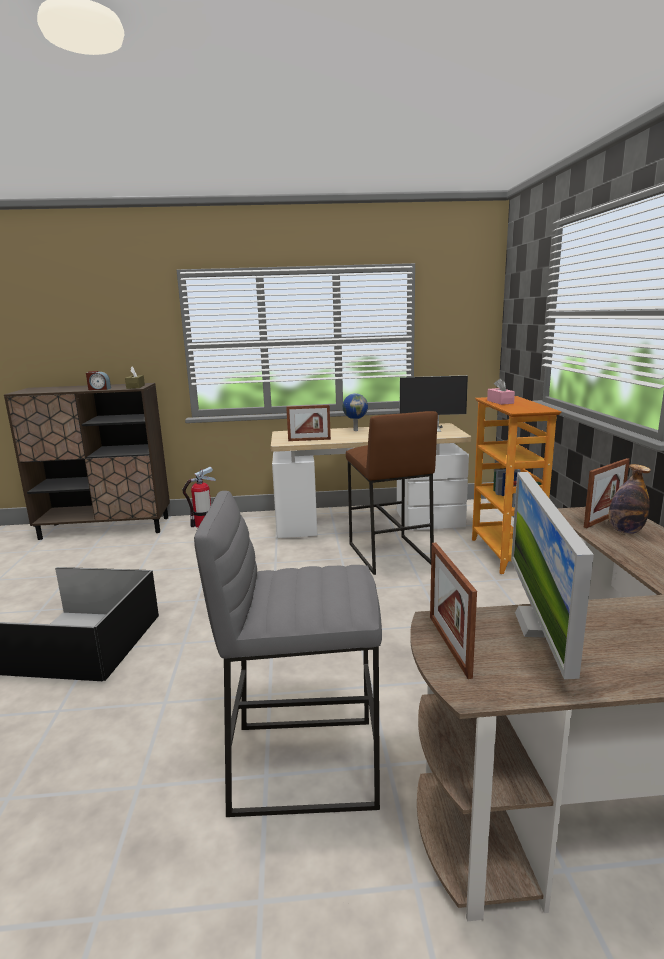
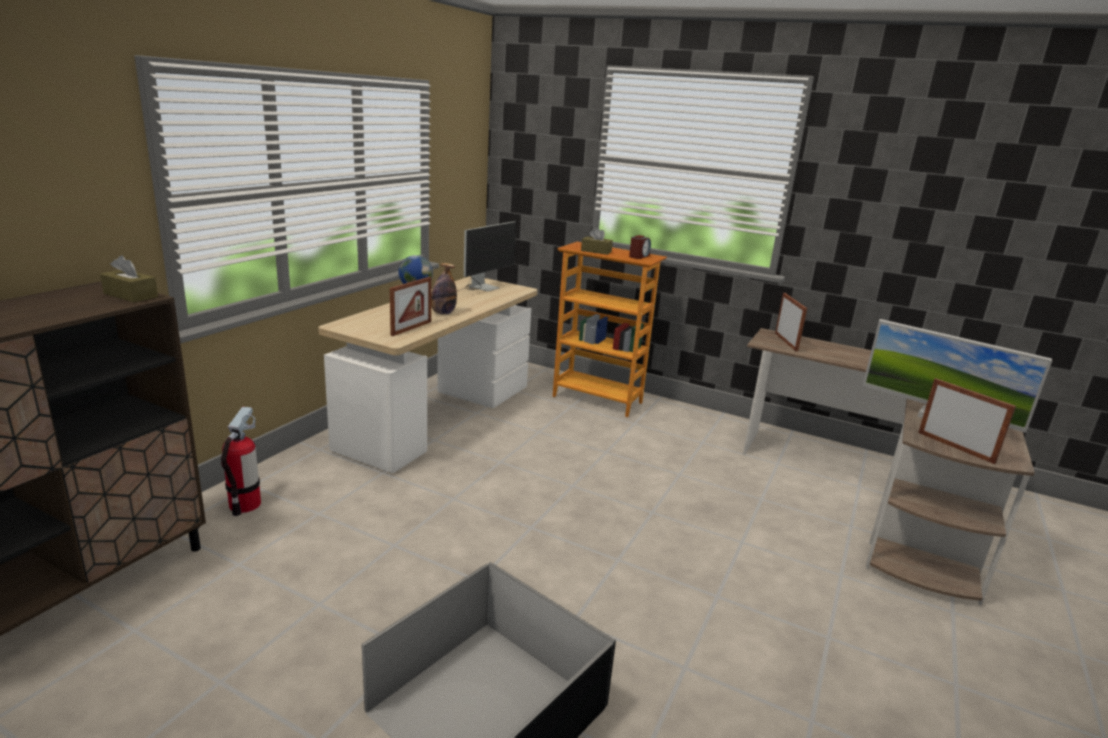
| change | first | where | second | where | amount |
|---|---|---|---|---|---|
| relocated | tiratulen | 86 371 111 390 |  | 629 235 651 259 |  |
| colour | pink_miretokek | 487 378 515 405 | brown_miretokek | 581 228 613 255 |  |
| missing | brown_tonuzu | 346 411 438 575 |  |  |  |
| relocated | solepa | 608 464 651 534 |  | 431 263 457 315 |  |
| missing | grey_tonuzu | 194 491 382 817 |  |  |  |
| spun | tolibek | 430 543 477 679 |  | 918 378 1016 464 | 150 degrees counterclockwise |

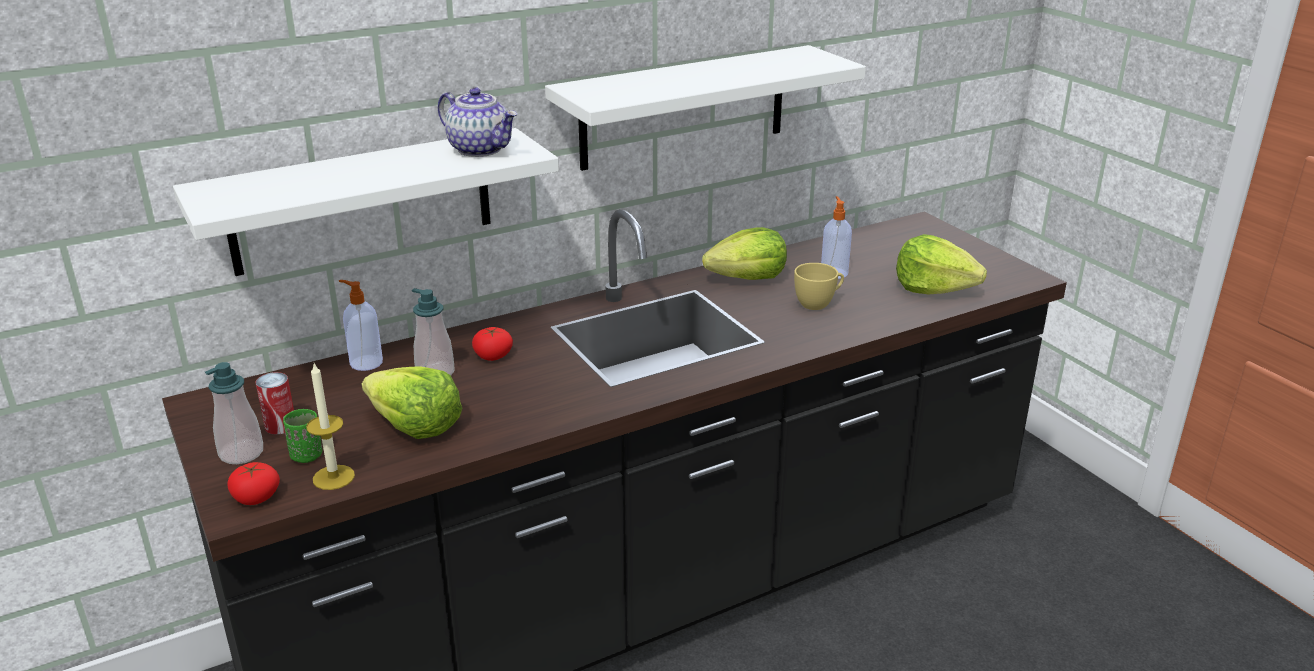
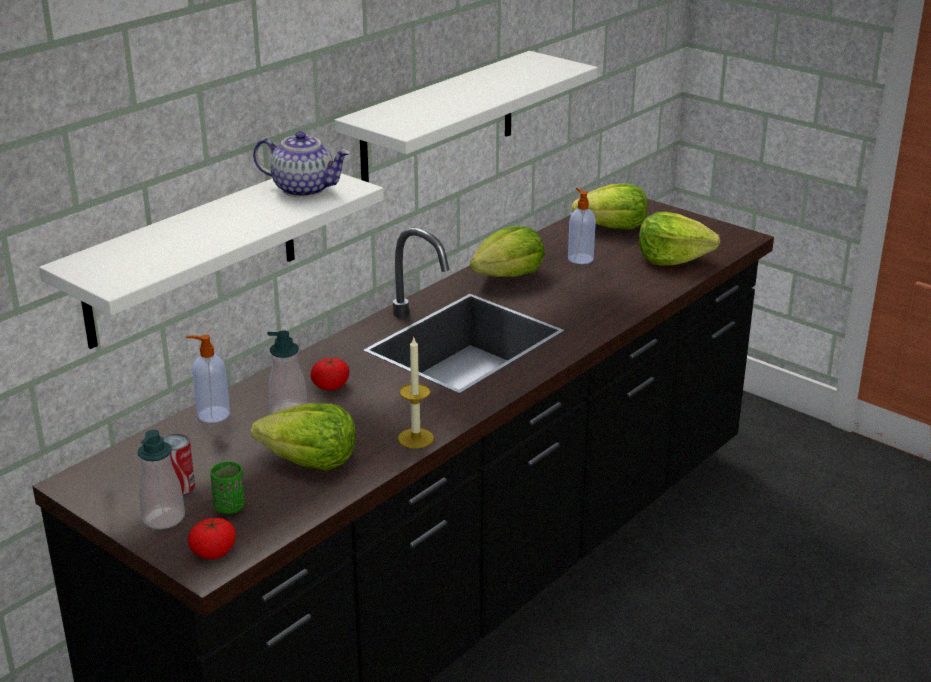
| change | first | where | second | where | amount |
|---|---|---|---|---|---|
| missing | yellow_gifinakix | 794 263 844 310 |  |  |  |
| relocated | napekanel | 306 363 355 490 |  | 398 338 434 449 |  |
| appeared |  |  | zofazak | 571 183 648 229 |  |

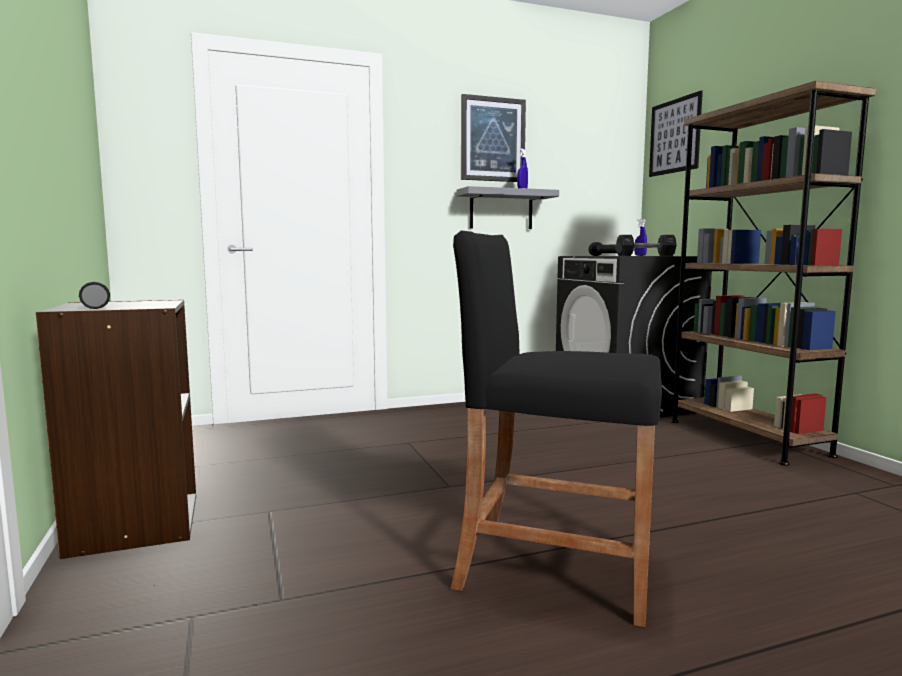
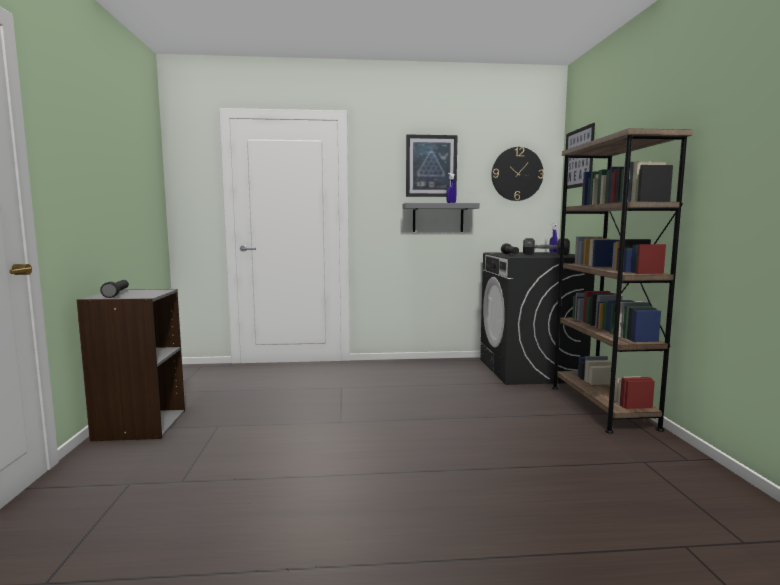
| change | first | where | second | where | amount |
|---|---|---|---|---|---|
| missing | black_tonuzu | 451 230 662 627 |  |  |  |
| appeared |  |  | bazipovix | 491 147 544 201 |  |

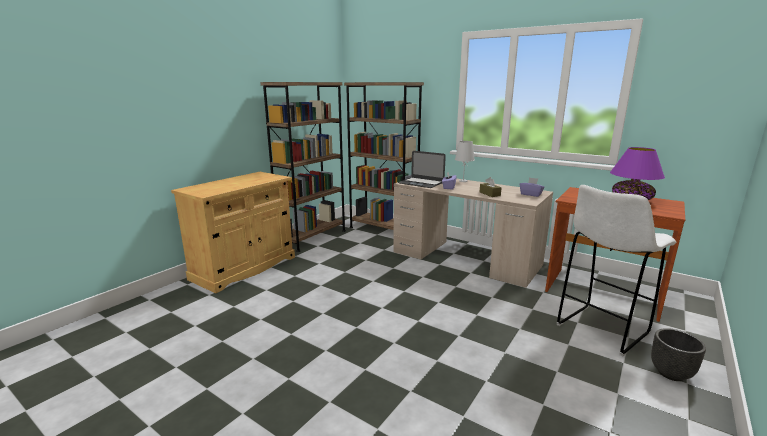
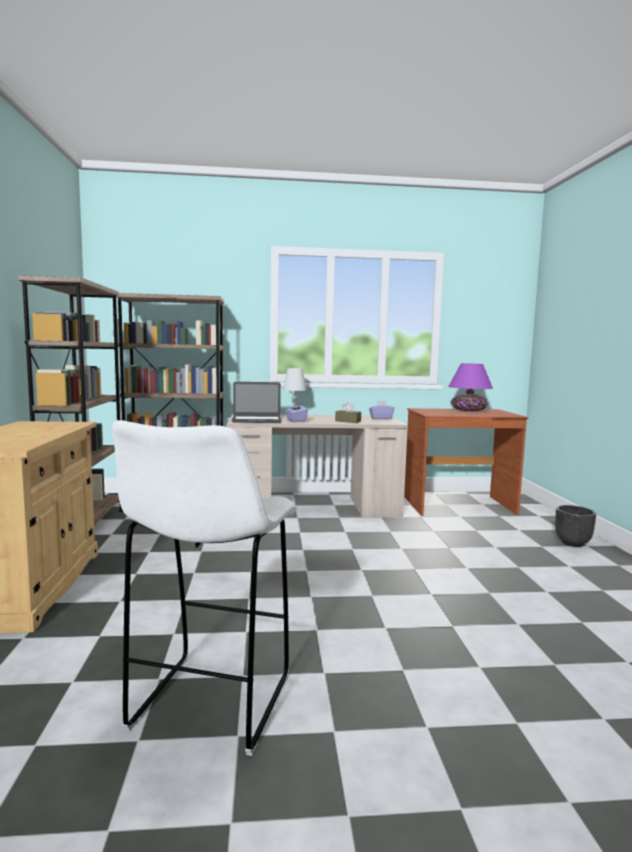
| change | first | where | second | where | amount |
|---|---|---|---|---|---|
| relocated | white_tonuzu | 557 185 676 357 |  | 112 420 297 756 |  |

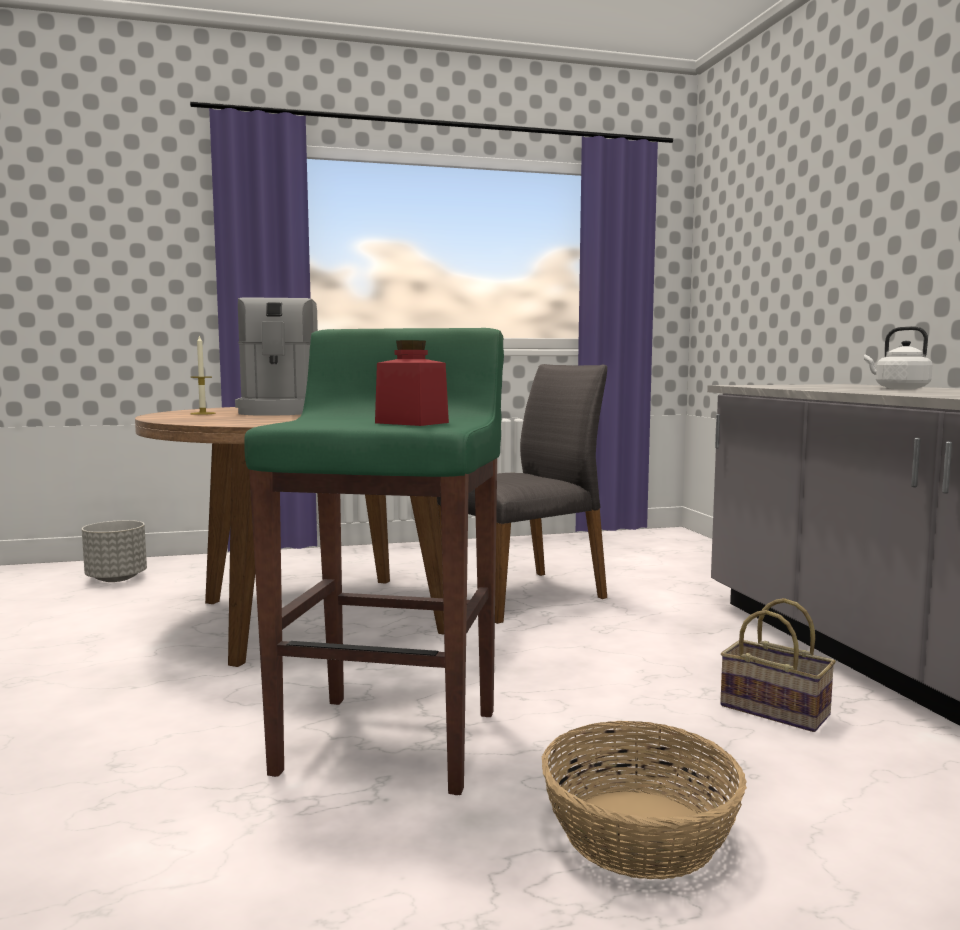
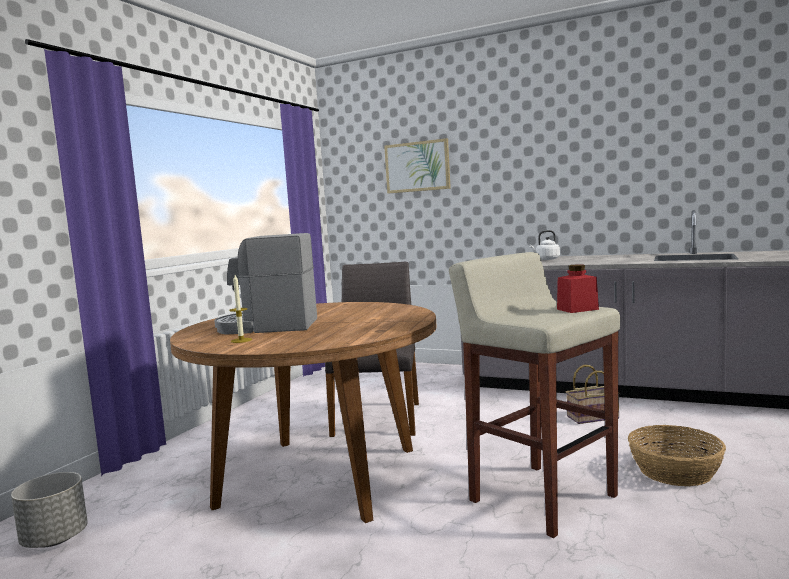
| change | first | where | second | where | amount |
|---|---|---|---|---|---|
| spun | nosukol | 235 297 318 416 |  | 214 233 317 335 | 150 degrees clockwise |
| colour | green_tonuzu | 244 328 504 795 | beige_tonuzu | 449 252 620 538 |  |
| appeared |  |  | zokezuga | 384 138 451 193 |  |

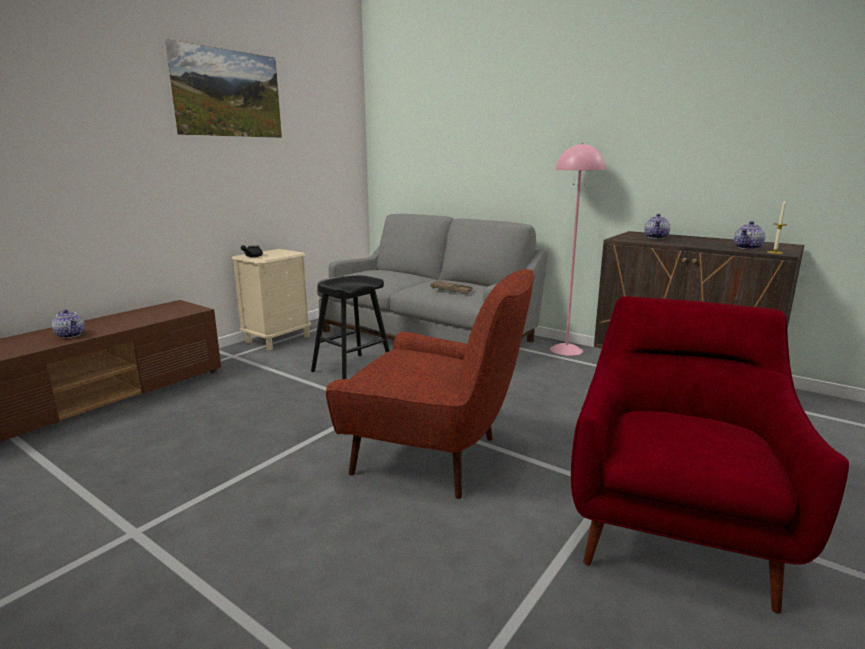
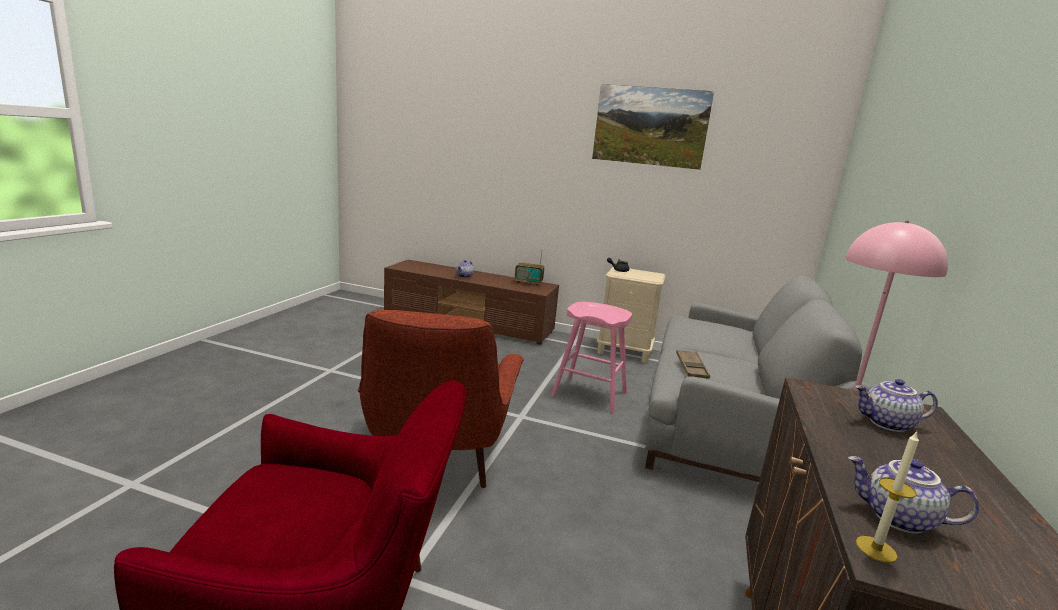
| change | first | where | second | where | amount |
|---|---|---|---|---|---|
| colour | black_tonuzu | 311 276 390 379 | pink_tonuzu | 551 302 632 413 |  |
| appeared |  |  | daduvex | 515 250 544 287 |  |

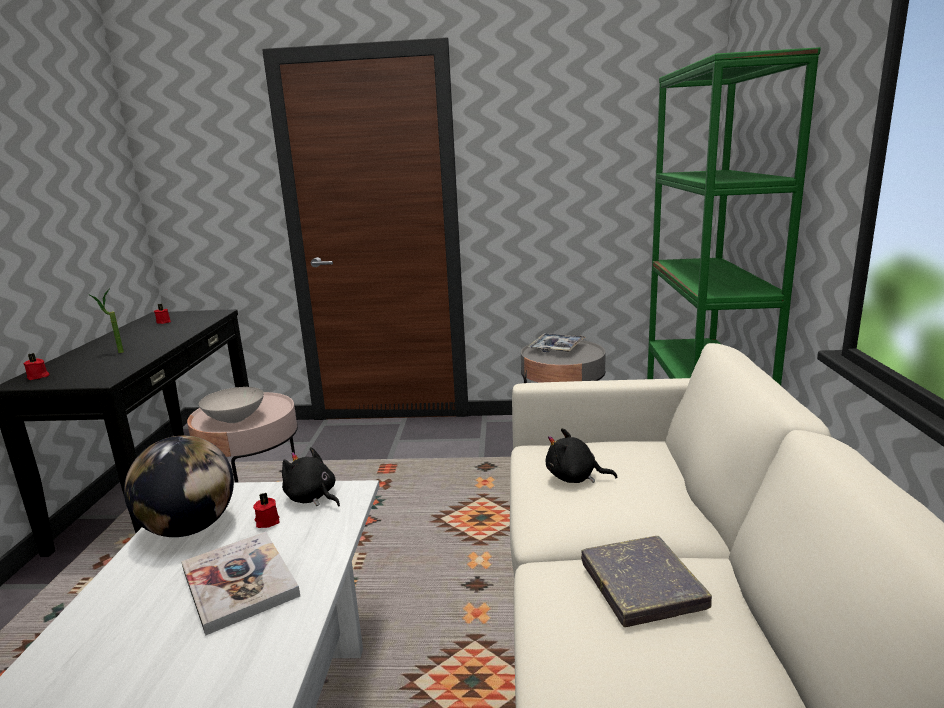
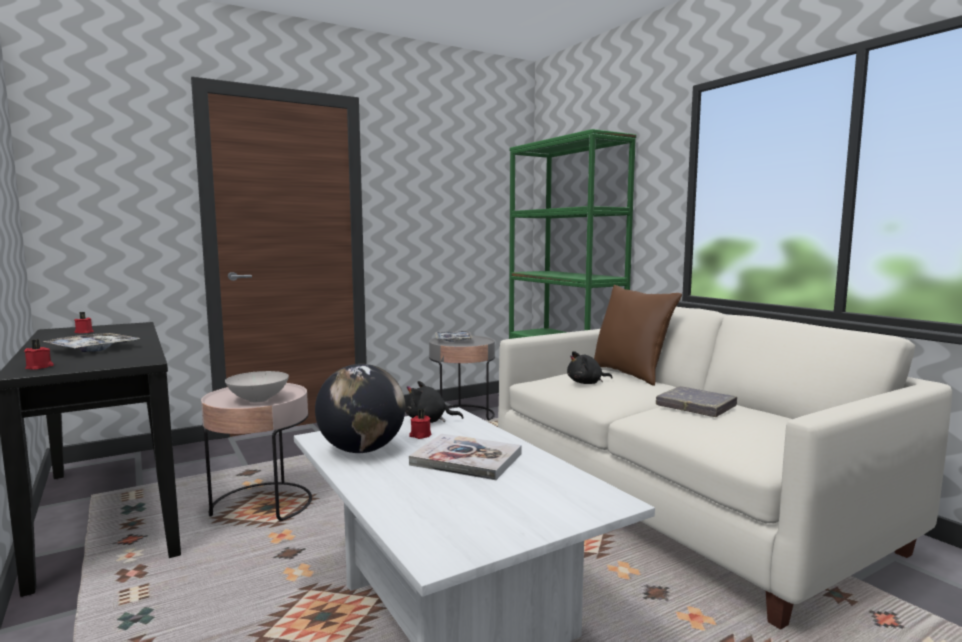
| change | first | where | second | where | amount |
|---|---|---|---|---|---|
| exchanged | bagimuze | 88 288 124 353 | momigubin | 43 333 140 352 |  |
| appeared |  |  | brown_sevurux | 594 285 682 386 |  |

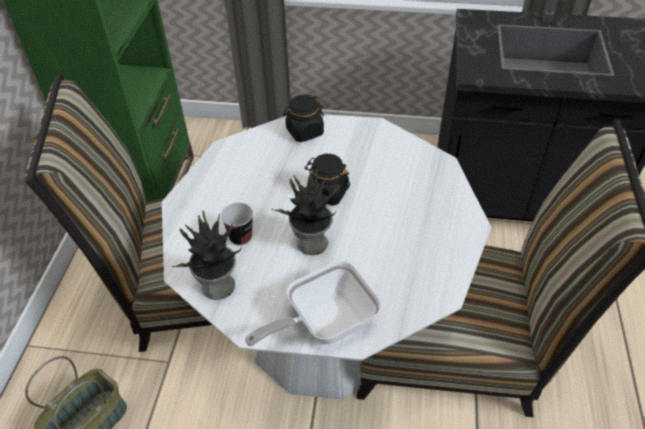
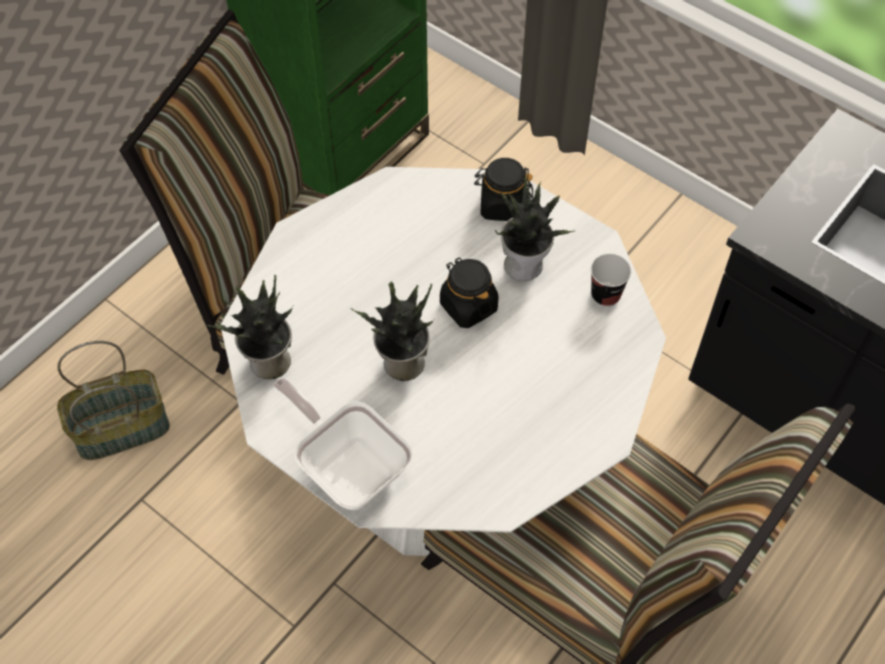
| change | first | where | second | where | amount |
|---|---|---|---|---|---|
| relocated | gifinakix | 221 203 253 246 |  | 591 254 631 307 |  |
| spun | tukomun | 245 261 381 346 |  | 273 378 413 510 | 45 degrees clockwise |
| appeared |  |  | bagimuze | 495 175 576 281 |  |

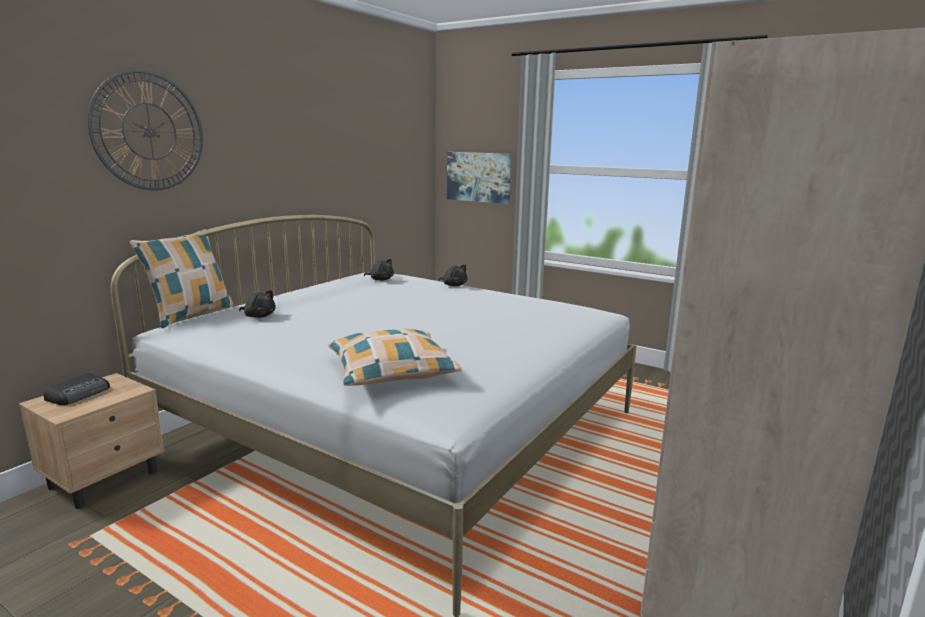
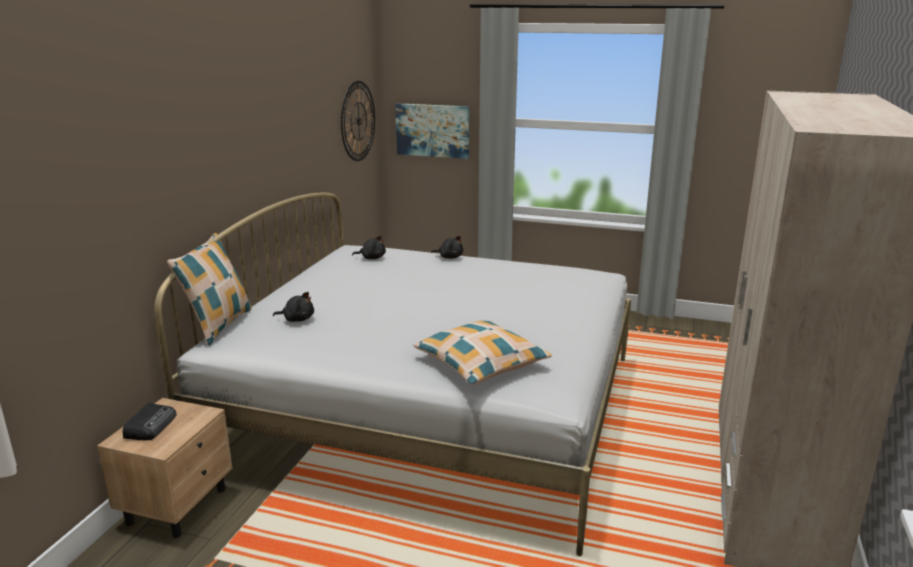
| change | first | where | second | where | amount |
|---|---|---|---|---|---|
| relocated | bazipovix | 88 69 203 190 |  | 341 81 375 161 |  |

